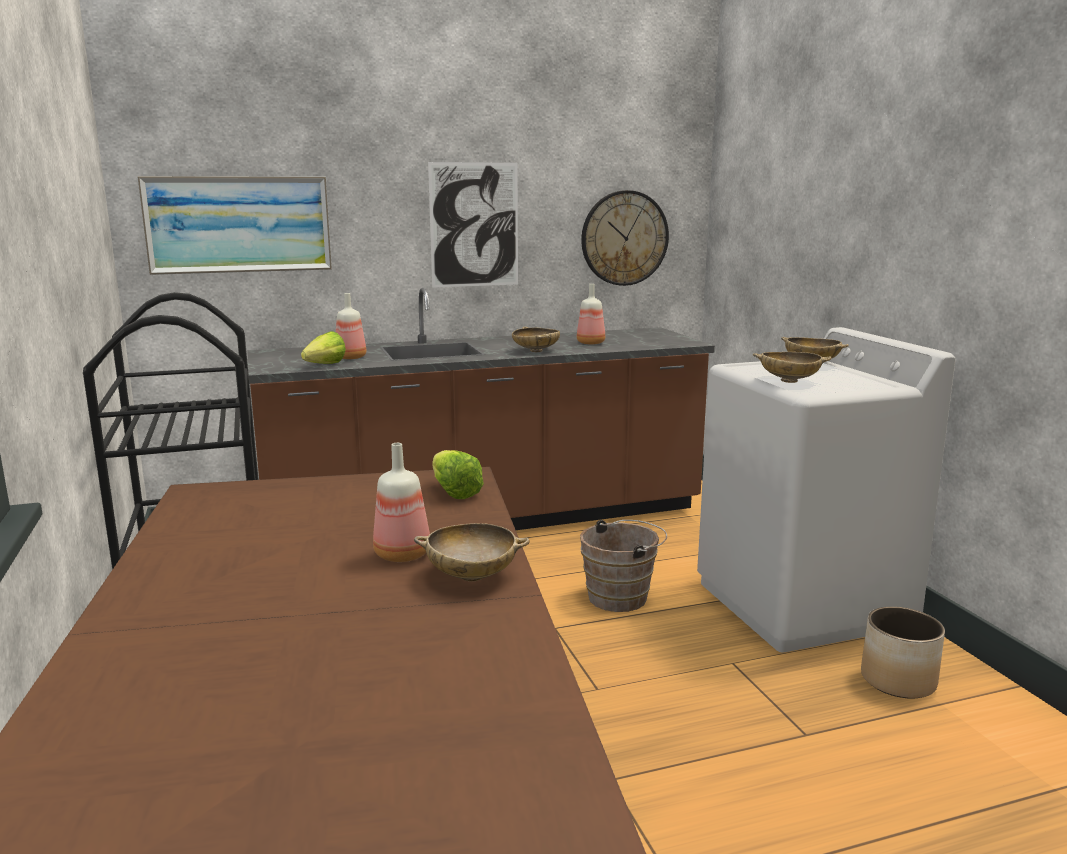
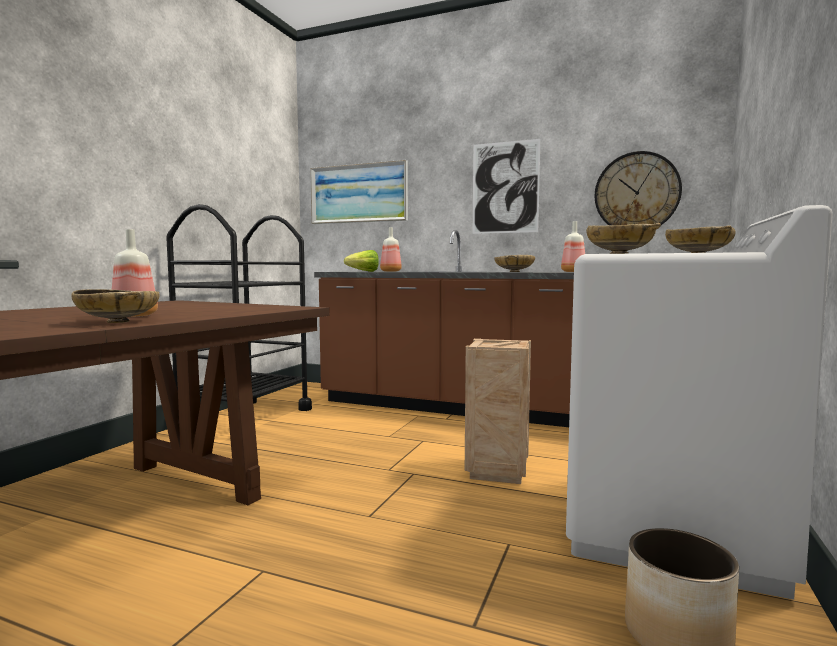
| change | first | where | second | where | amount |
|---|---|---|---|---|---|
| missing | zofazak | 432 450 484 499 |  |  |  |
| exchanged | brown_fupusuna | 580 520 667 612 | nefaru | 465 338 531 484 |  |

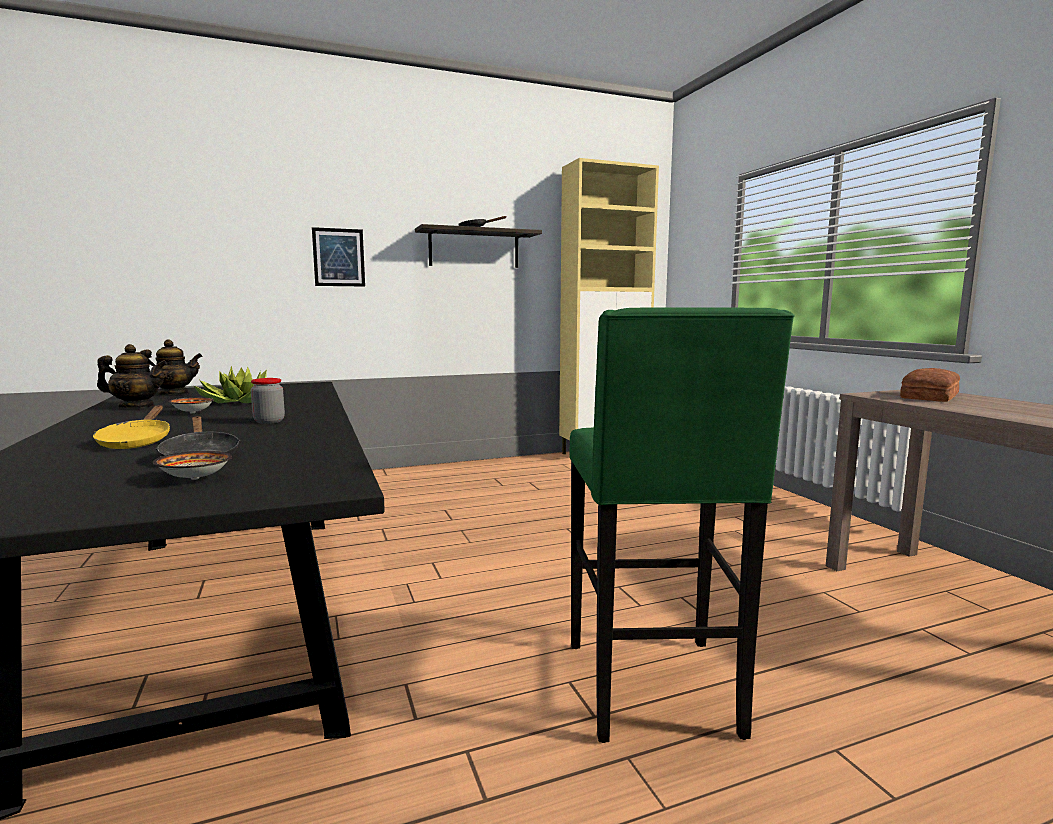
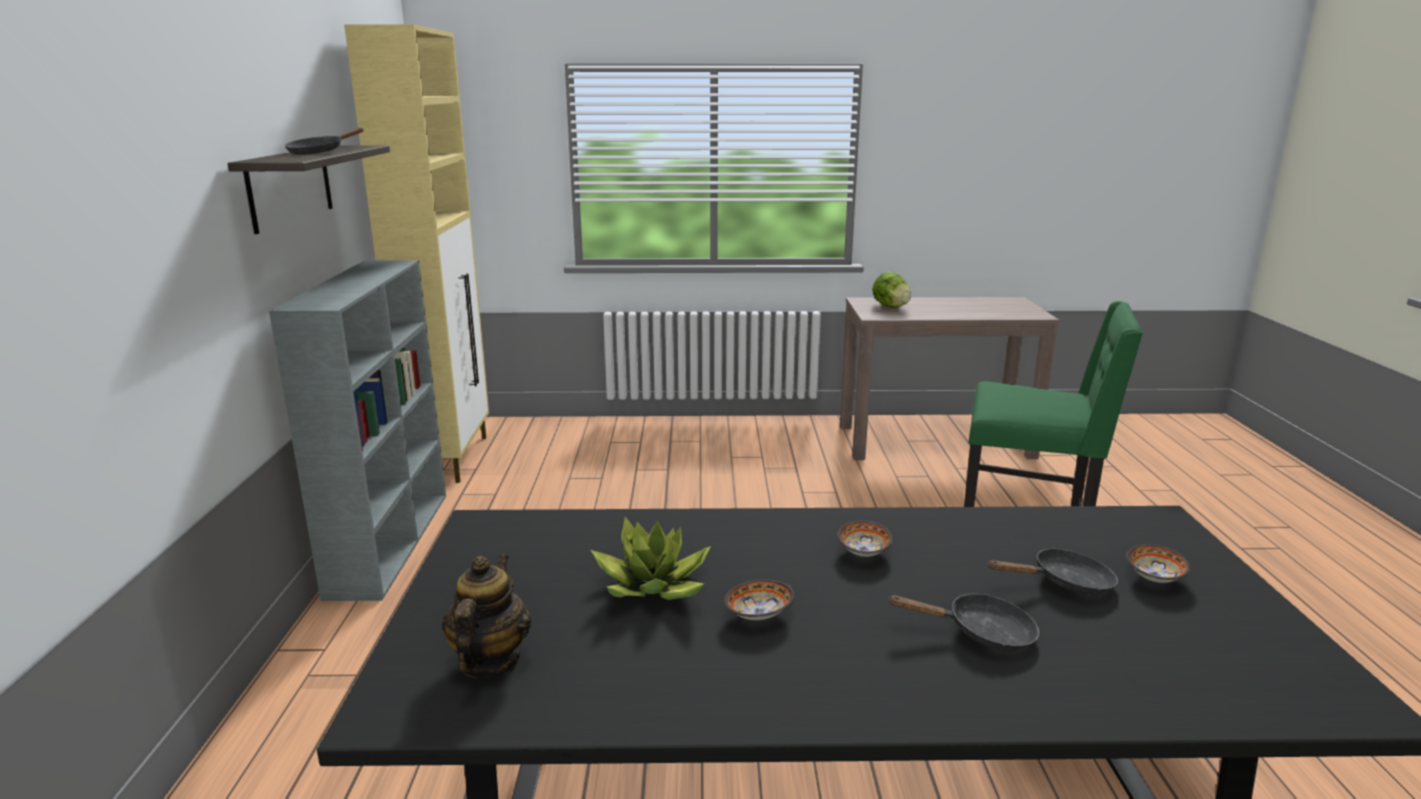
| change | first | where | second | where | amount |
|---|---|---|---|---|---|
| missing | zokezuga | 312 227 365 286 |  |  |  |
| missing | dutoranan | 97 344 167 408 |  |  |  |
| exchanged | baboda | 900 368 960 402 | zofazak | 872 271 911 308 |  |
| exchanged | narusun | 251 378 285 424 | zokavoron | 837 520 893 557 |  |
| colour | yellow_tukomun | 93 405 170 449 | black_tukomun | 888 594 1039 651 |  |
| appeared |  |  | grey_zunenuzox | 269 260 446 601 |  |

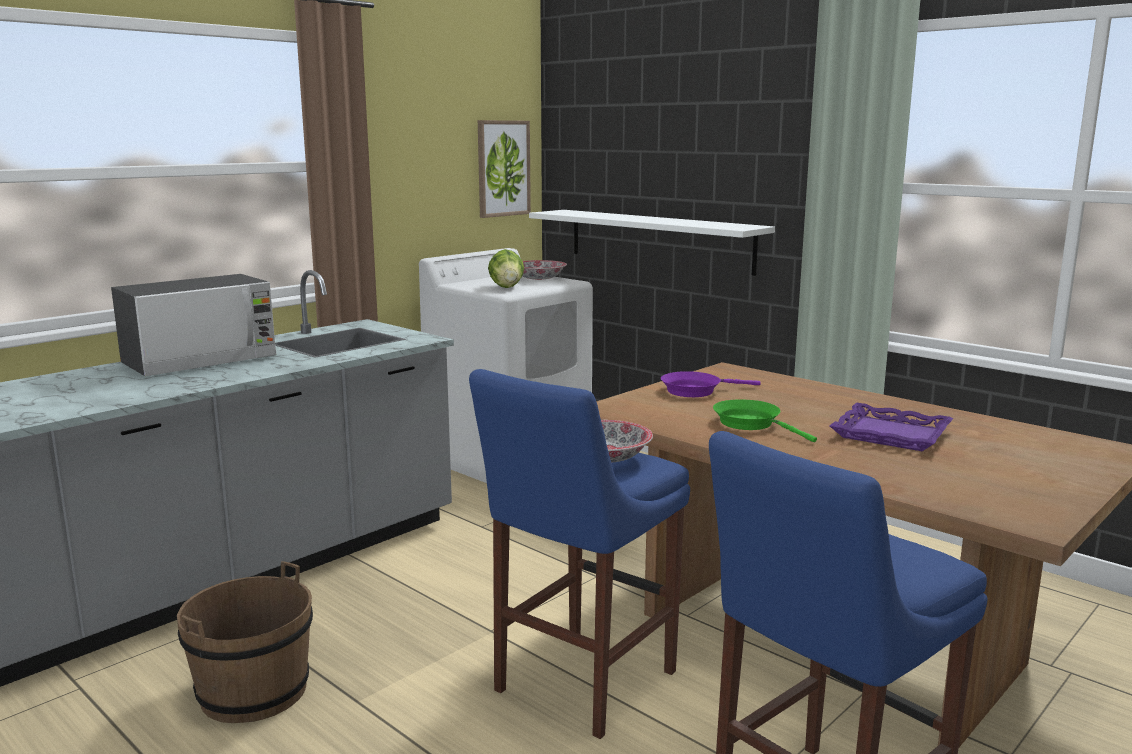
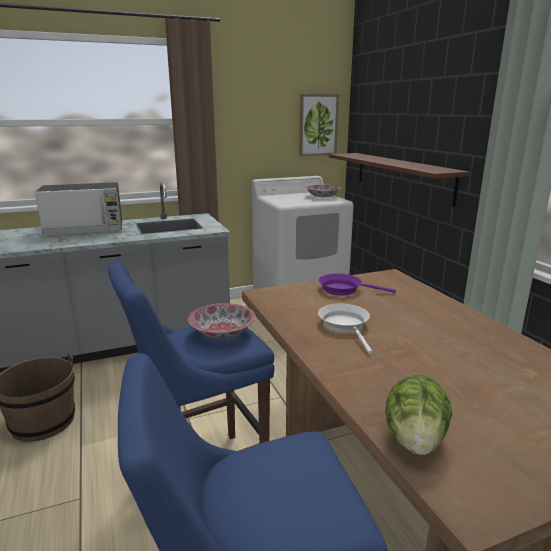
| change | first | where | second | where | amount |
|---|---|---|---|---|---|
| colour | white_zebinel | 529 210 775 276 | brown_zebinel | 329 153 470 207 |  |
| relocated | zofazak | 488 249 524 288 |  | 385 375 452 455 |  |
| colour | green_tukomun | 713 399 817 442 | white_tukomun | 318 303 373 354 |  |
| missing | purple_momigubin | 830 403 953 451 |  |  |  |

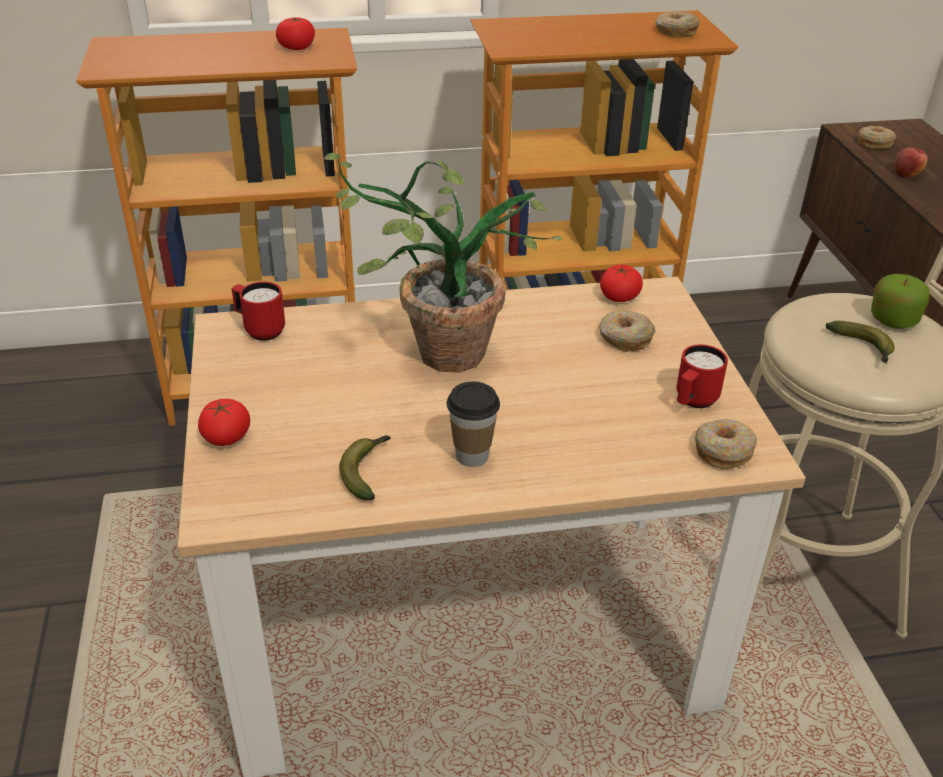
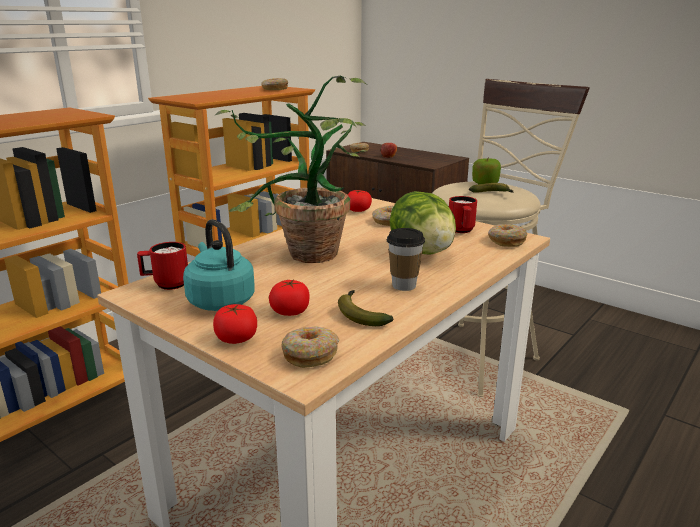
| change | first | where | second | where | amount |
|---|---|---|---|---|---|
| relocated | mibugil | 276 17 315 50 |  | 269 279 309 316 |  |
| appeared |  |  | zofazak | 390 191 456 255 |  |
| appeared |  |  | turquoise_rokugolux | 183 219 255 311 |  |
| appeared |  |  | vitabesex | 282 326 339 368 |  |

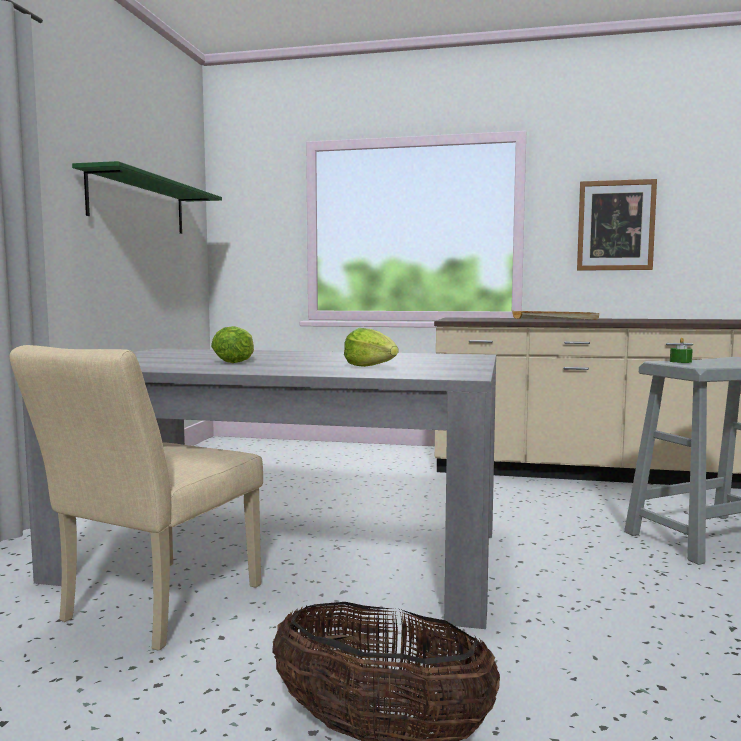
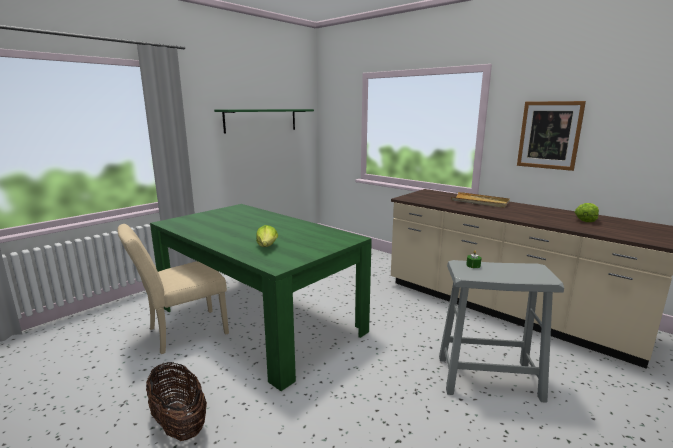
| change | first | where | second | where | amount |
|---|---|---|---|---|---|
| relocated | zofazak | 211 326 254 363 |  | 575 203 599 222 |  |
| colour | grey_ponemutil | 22 348 496 629 | green_ponemutil | 150 204 372 391 |  |

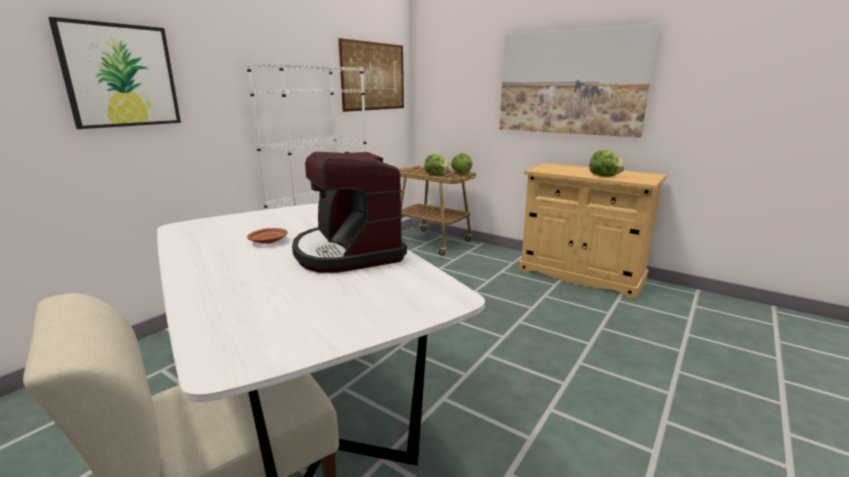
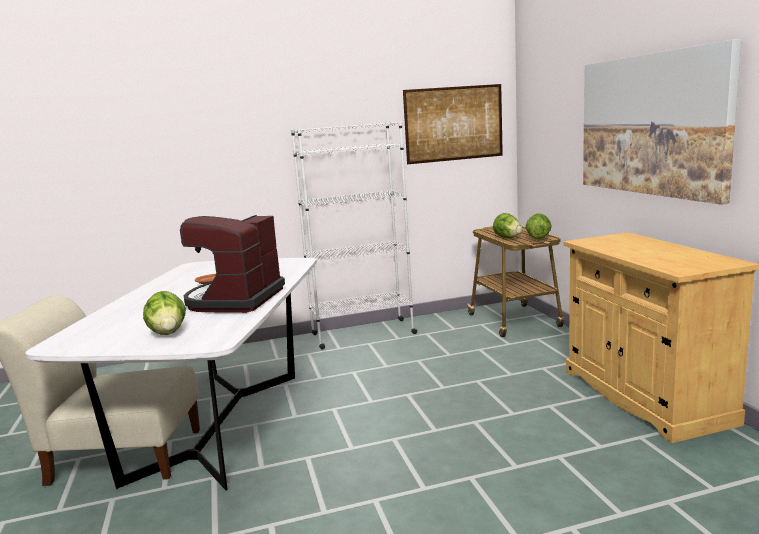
| change | first | where | second | where | amount |
|---|---|---|---|---|---|
| missing | zokezuga | 48 17 181 129 |  |  |  |
| relocated | zofazak | 589 150 625 177 |  | 143 291 186 335 |  |

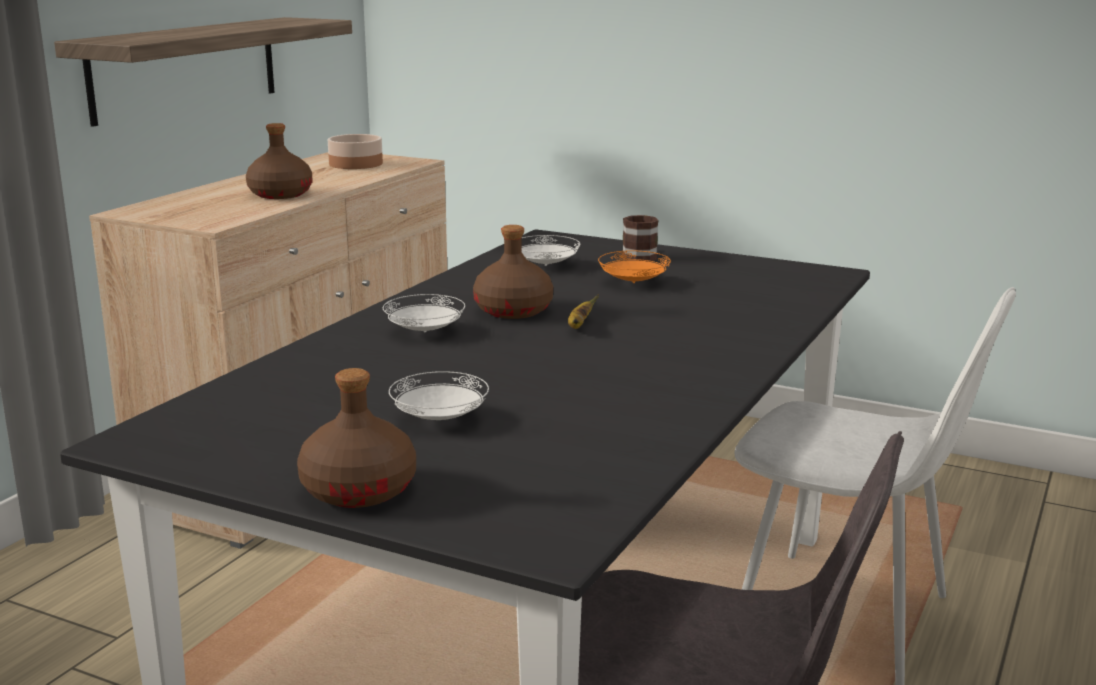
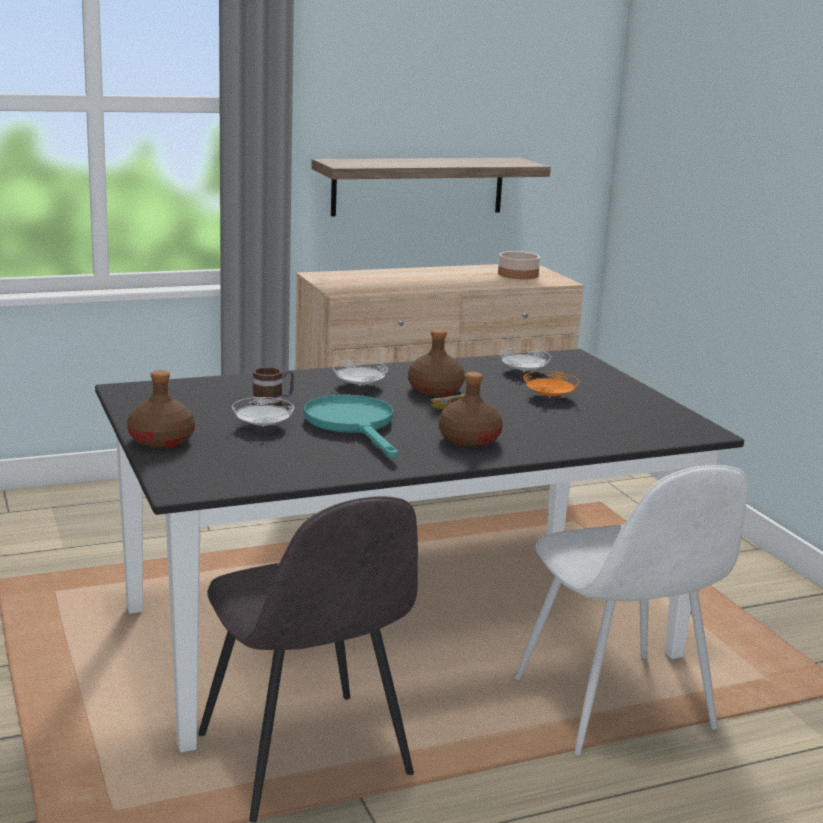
| change | first | where | second | where | amount |
|---|---|---|---|---|---|
| relocated | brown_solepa | 246 123 312 199 |  | 439 372 503 447 |  |
| relocated | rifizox | 623 215 658 262 |  | 252 367 294 407 |  |
| appeared |  |  | turquoise_tukomun | 304 394 398 458 |  |

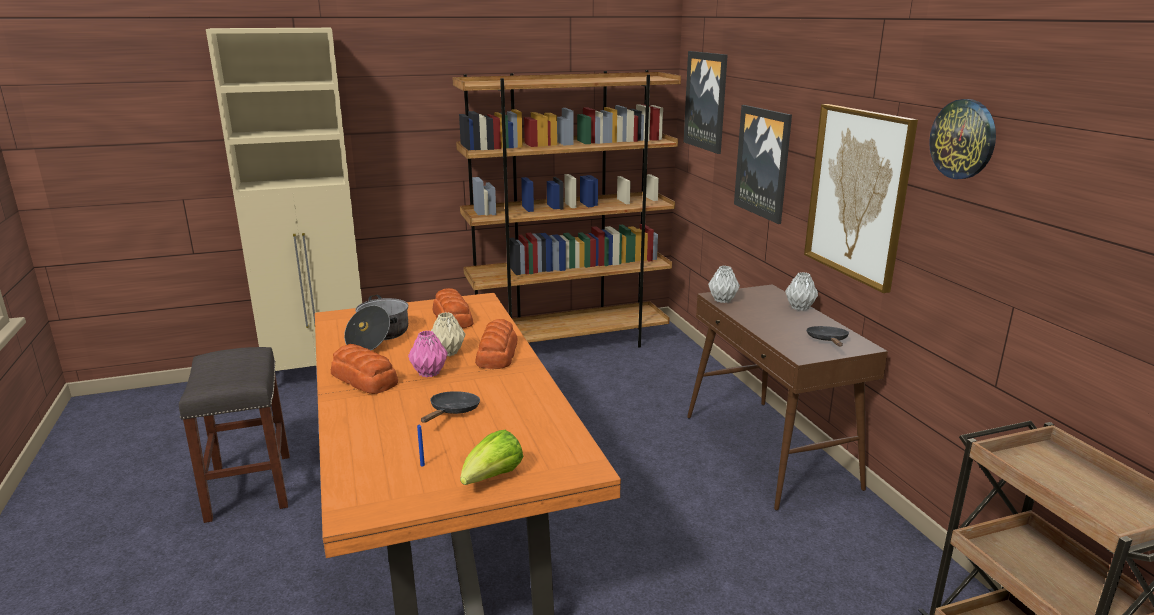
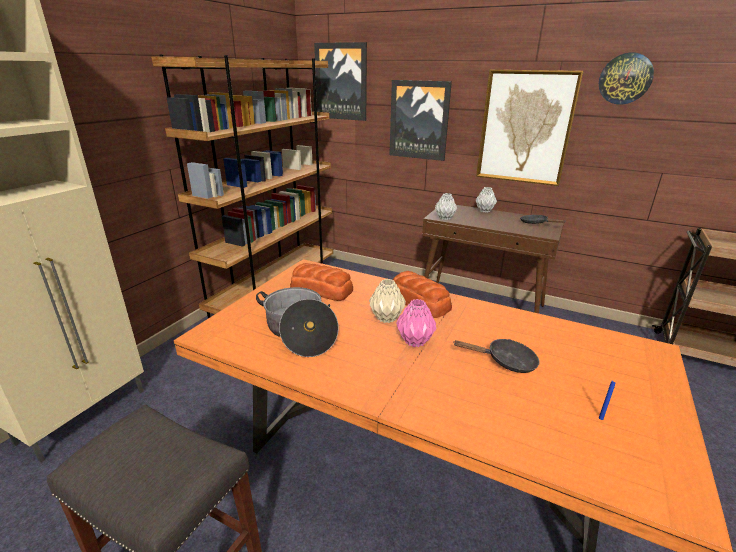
| change | first | where | second | where | amount |
|---|---|---|---|---|---|
| missing | baboda | 331 344 398 394 |  |  |  |
| spun | black_tukomun | 421 391 480 423 |  | 453 339 540 373 | 120 degrees clockwise |
| missing | zofazak | 460 430 523 485 |  |  |  |

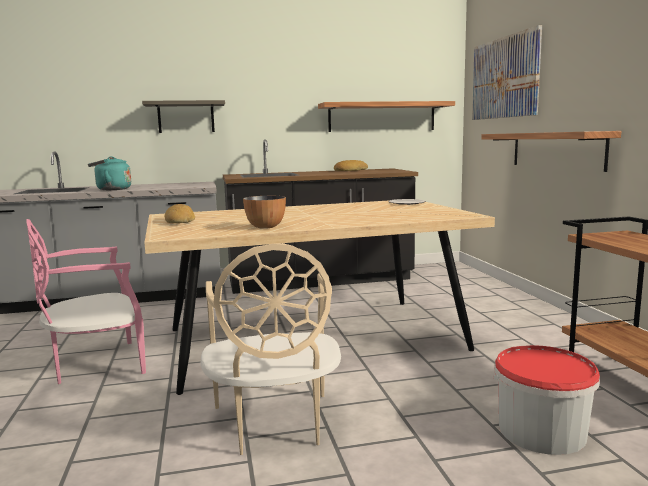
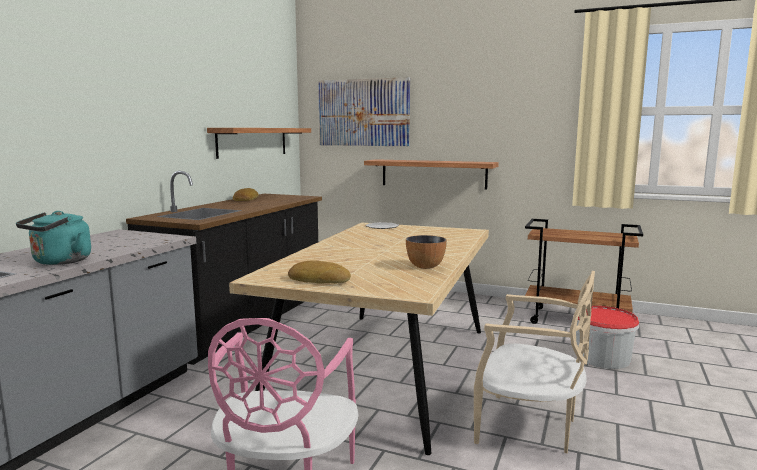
| change | first | where | second | where | amount |
|---|---|---|---|---|---|
| missing | zebinel | 142 100 225 133 |  |  |  |

